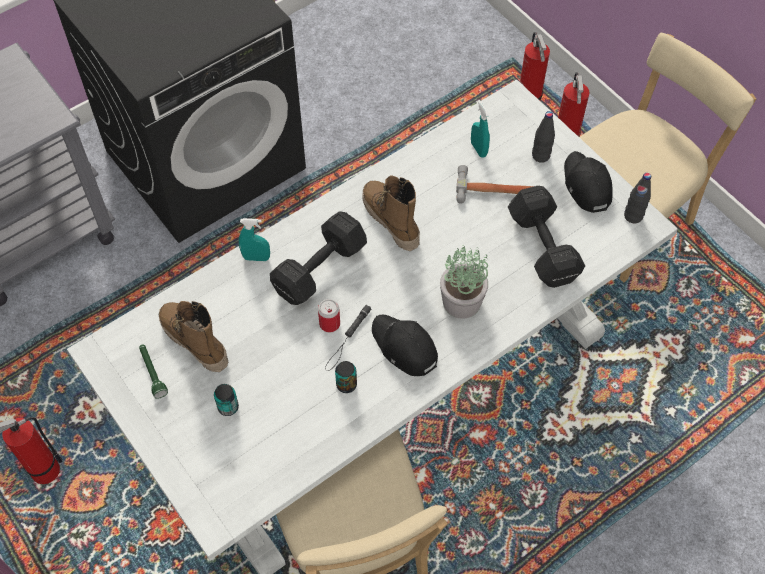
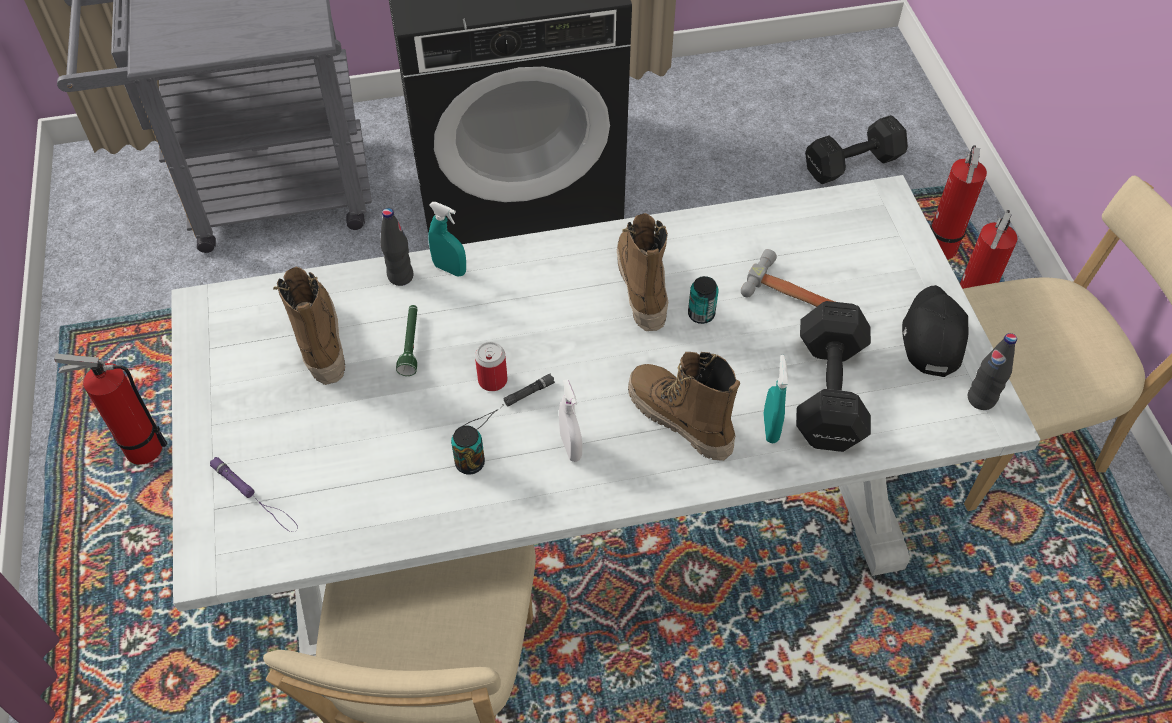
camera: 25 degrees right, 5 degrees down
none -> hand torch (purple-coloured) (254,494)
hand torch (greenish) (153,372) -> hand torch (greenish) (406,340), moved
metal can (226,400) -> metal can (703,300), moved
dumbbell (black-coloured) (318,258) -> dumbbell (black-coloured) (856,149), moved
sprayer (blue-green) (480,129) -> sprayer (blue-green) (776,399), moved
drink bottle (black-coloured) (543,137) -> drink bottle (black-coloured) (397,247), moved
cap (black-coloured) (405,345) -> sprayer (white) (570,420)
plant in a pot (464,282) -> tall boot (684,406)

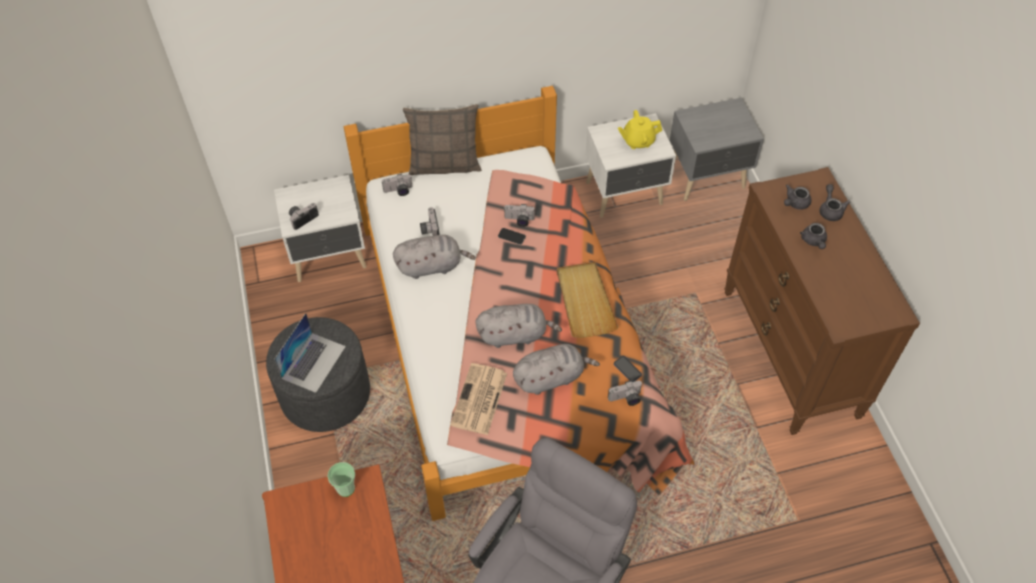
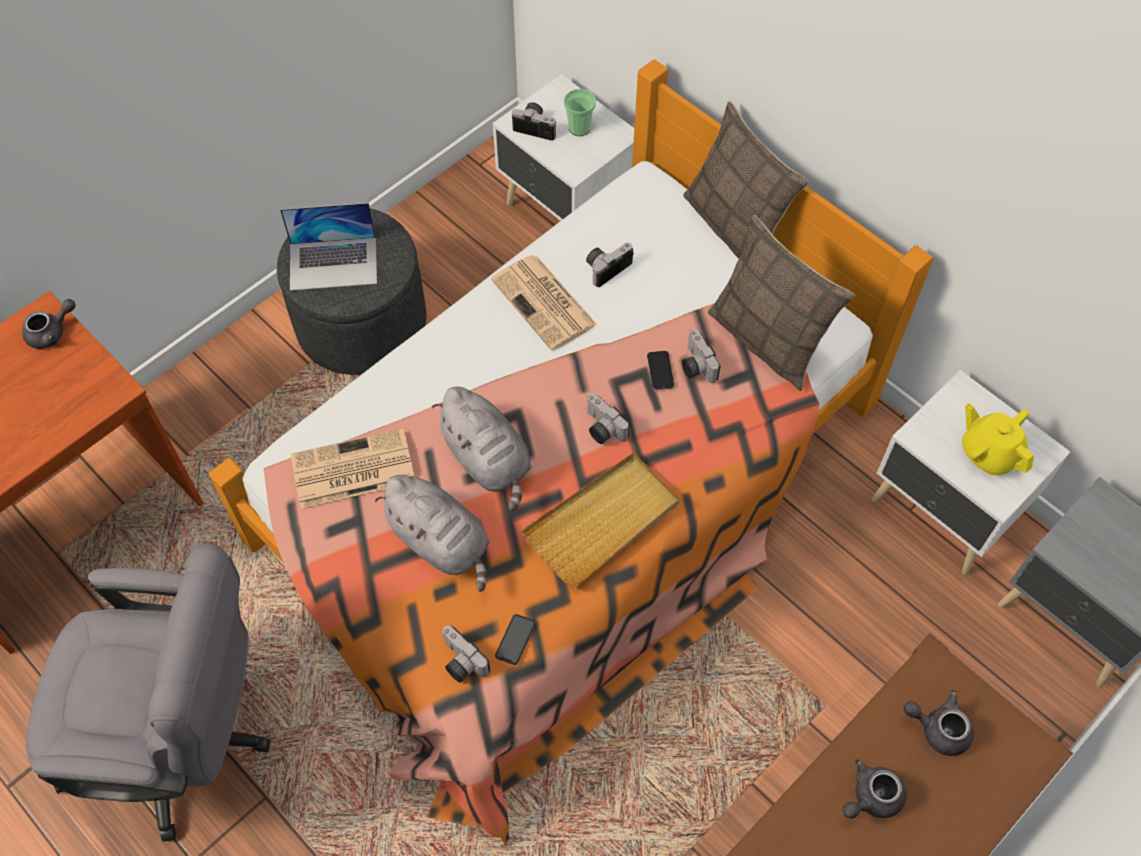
camera: 60 degrees right, 5 degrees up
none -> throw pillow (781,303)
cup (341,479) -> cup (580,112), moved
photo camera (397,185) -> photo camera (608,418), moved
teapot (gray) (835,202) -> teapot (gray) (49,324), moved
plush toy (gray) (434,257) -> printed paper (544,303)

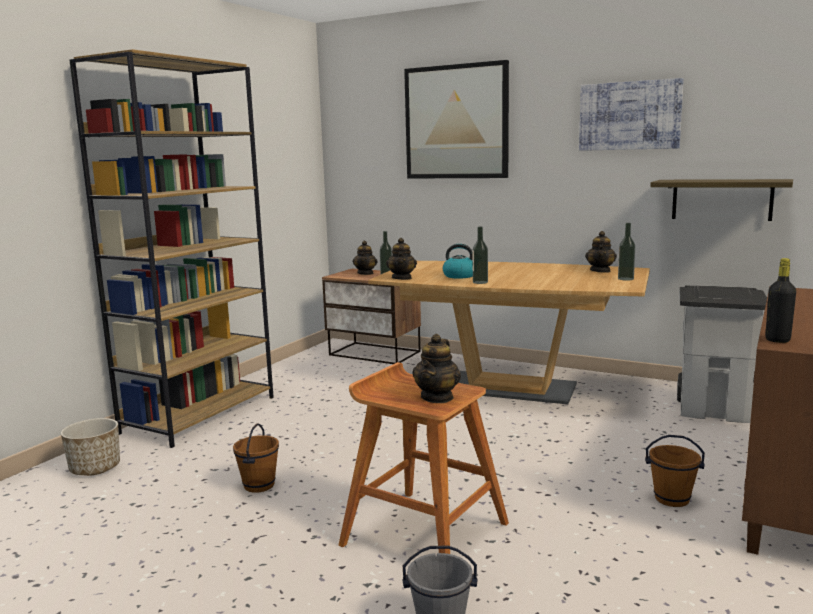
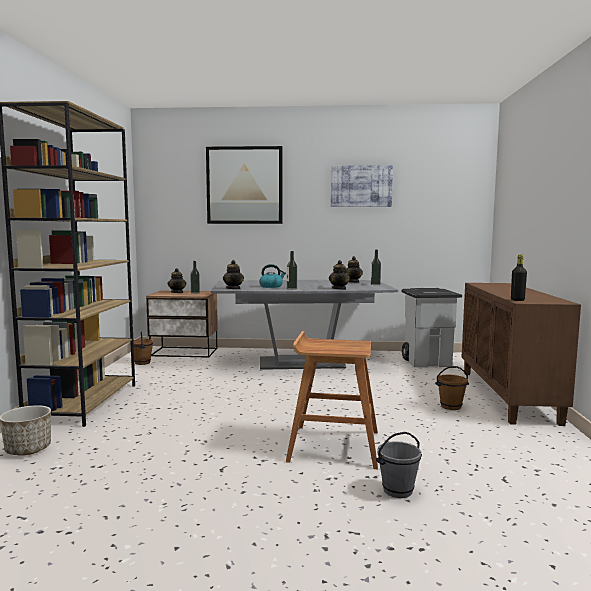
camera: 25 degrees left, 5 degrees down
wall shelf (721,200) -> none
bucket (brown) (256,458) -> bucket (brown) (141,348), moved
teapot (436,368) -> teapot (339,275), moved
dinner table (brown) (509,332) -> dinner table (gray) (304,325)

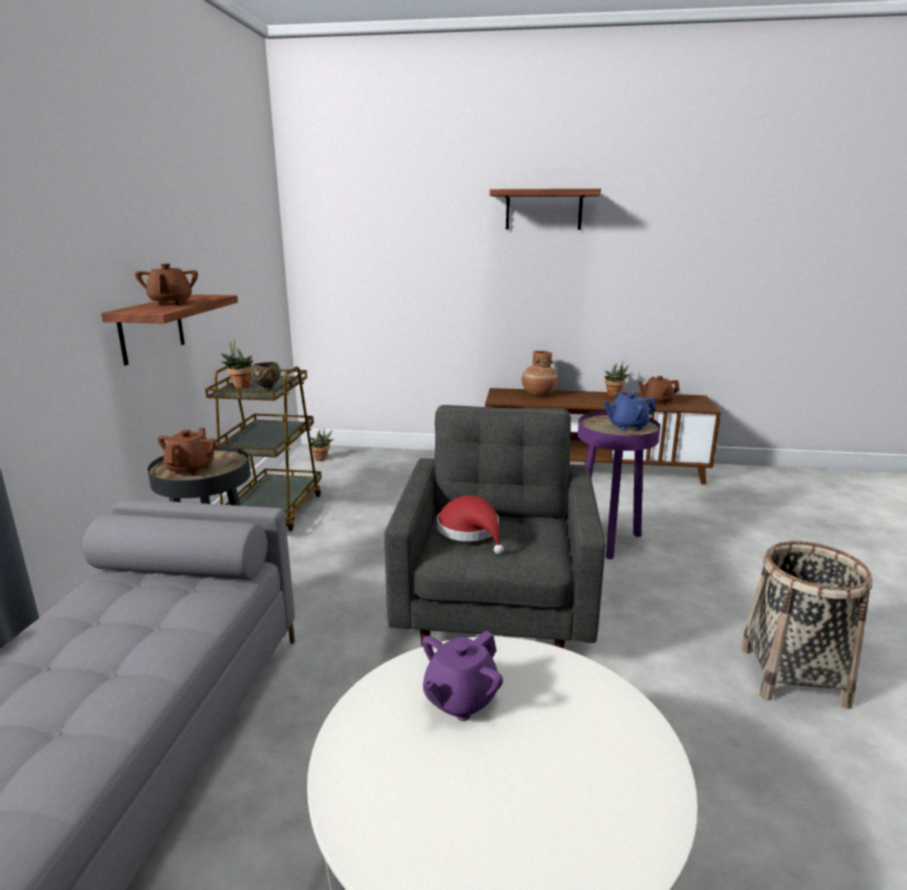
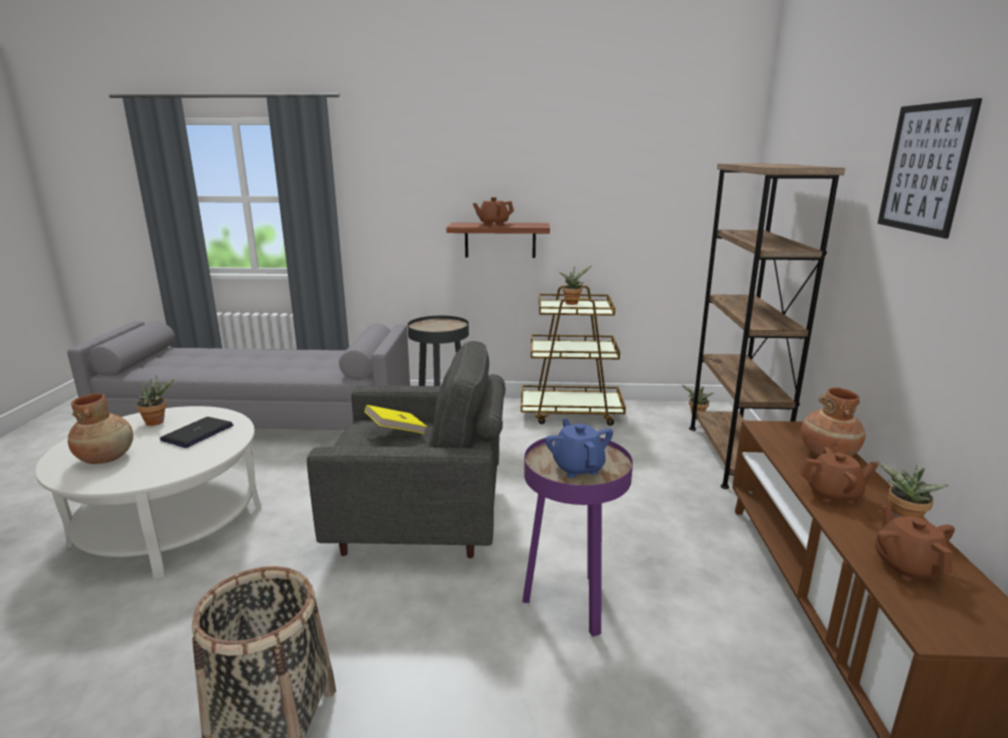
camera: 85 degrees right, 0 degrees up
deep dish (brown) (265,376) -> none
none -> decorative vase (brown) (100,428)
none -> plant in a pot (155,400)
none -> bookshelf (brown) (767,326)
teapot (brown) (187,452) -> teapot (brown) (839,475), moved
teapot (purple-coloured) (462,675) -> portable computer (197,432)
clothing hat (reddish) (470,524) -> volume (yellow-coloured) (396,419)
wall shelf (545,209) -> wall picture (929,168)

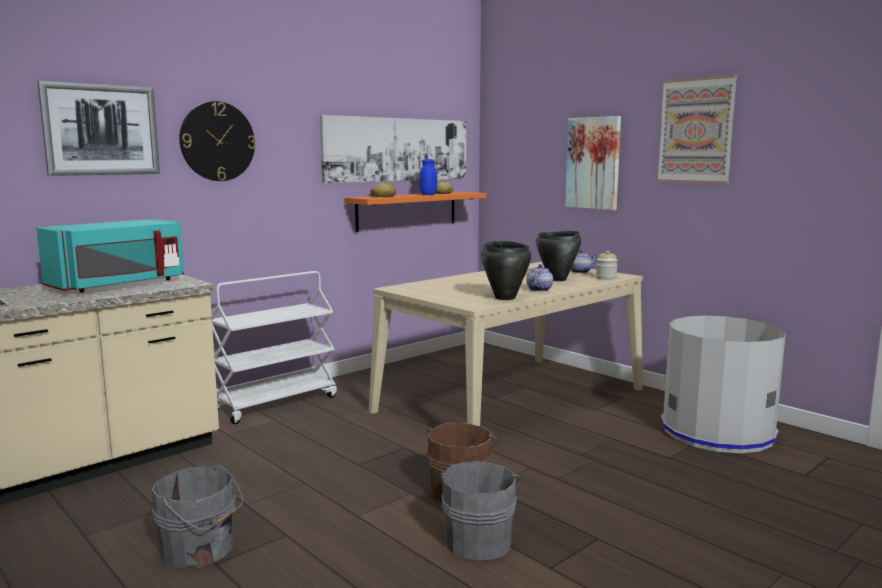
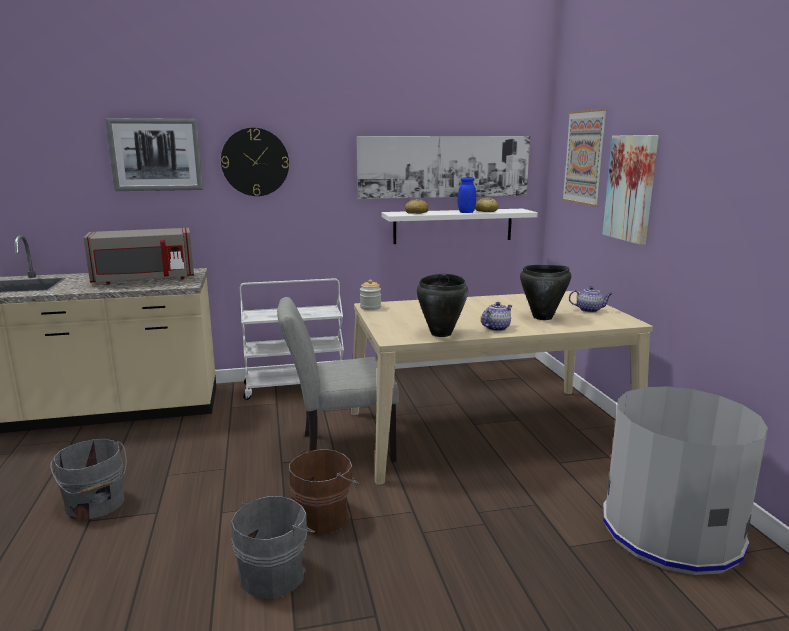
camera: 30 degrees right, 5 degrees up
none -> upright chair (gray) (338,379)
jar (607,265) -> jar (370,295), moved
wall picture (697,129) -> wall picture (584,157), moved
kitchen microwave (blue-green) (110,256) -> kitchen microwave (gray) (139,256)
wall shelf (orangey) (415,212) -> wall shelf (white) (459,226)

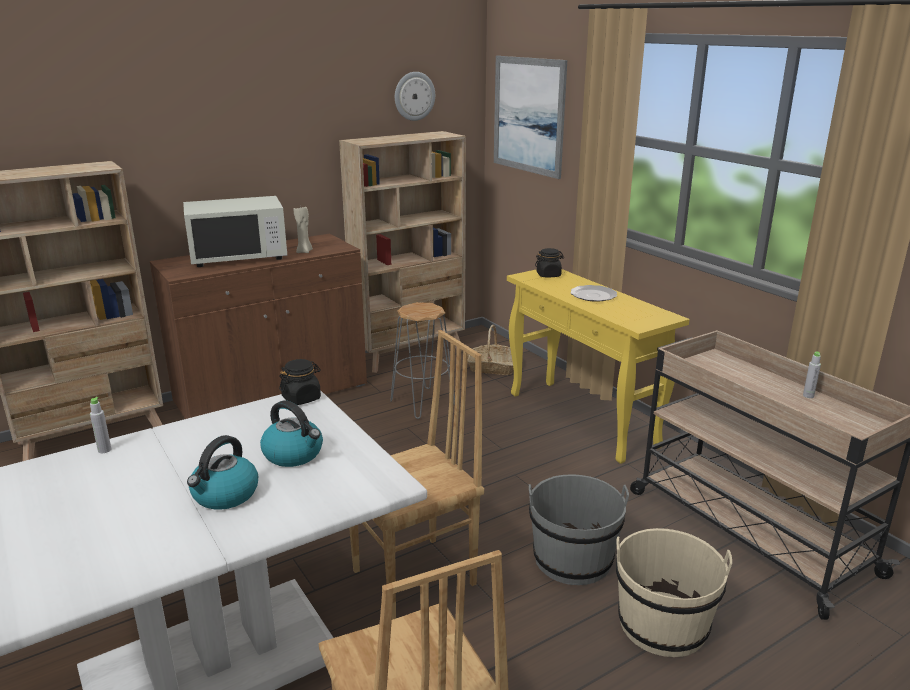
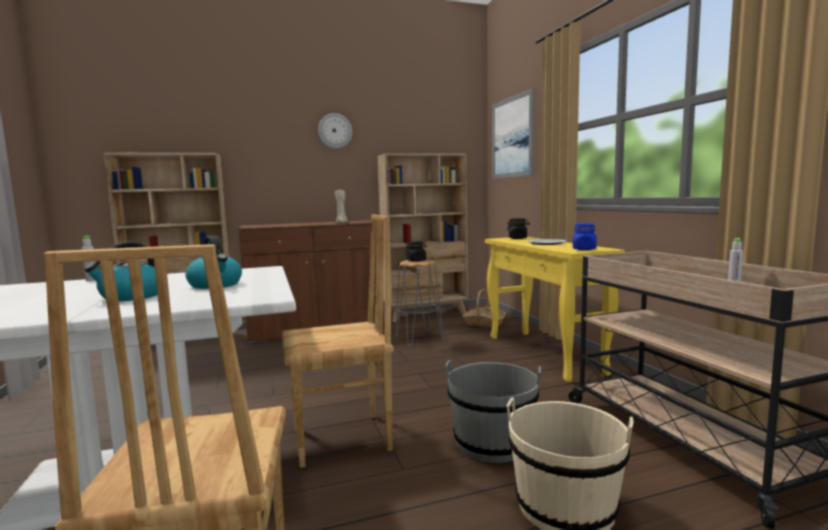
camera: 15 degrees right, 15 degrees down
kitchen microwave (white) (235,231) -> none
none -> jar (blue) (585,236)
jar (black-coloured) (300,382) -> jar (black-coloured) (416,251), moved
clock on the wall (415,96) -> clock on the wall (335,131), moved

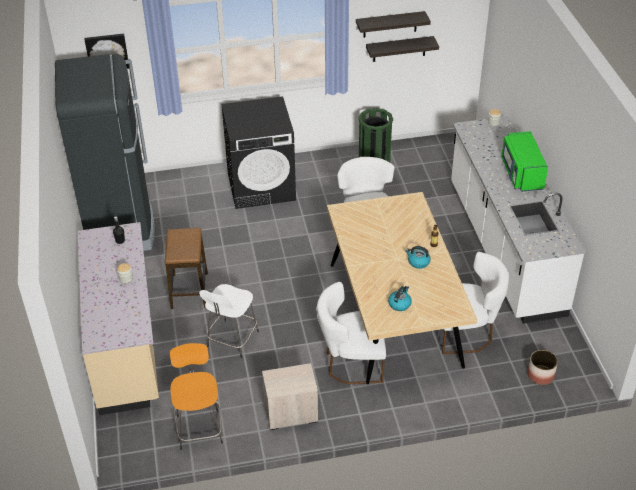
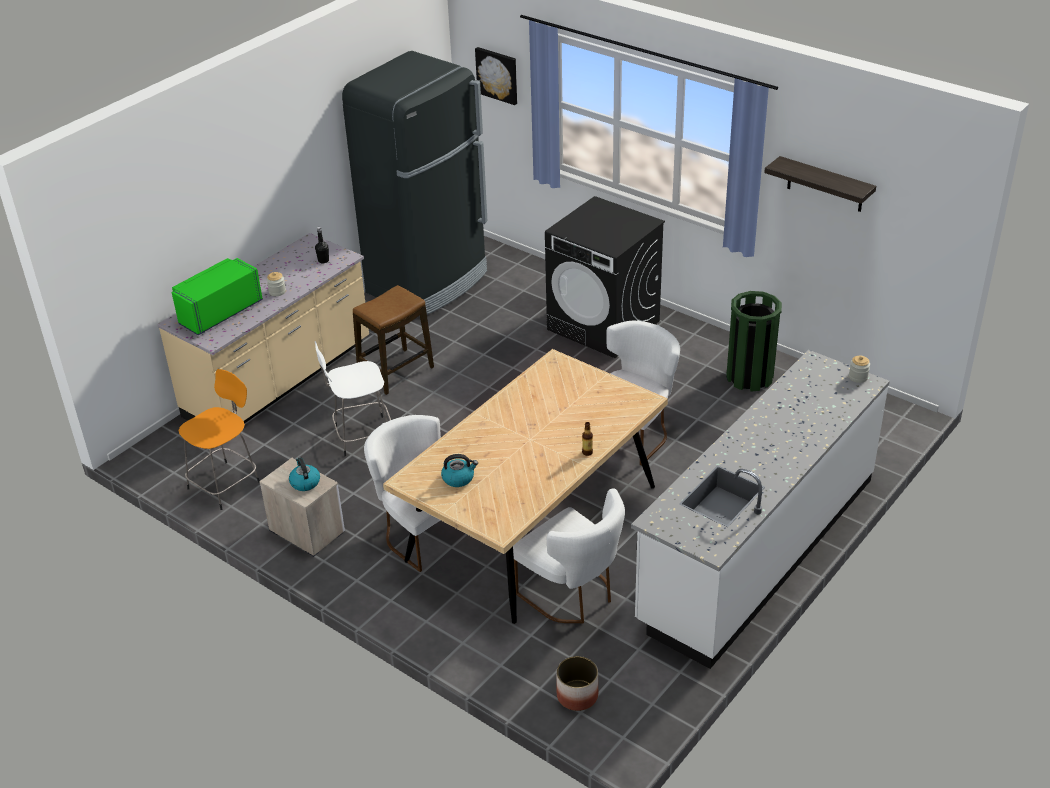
camera: 50 degrees right, 5 degrees down
wall shelf (402,49) -> none
water kettle (418,257) -> water kettle (304,474), moved
kitchen microwave (greenish) (524,161) -> kitchen microwave (greenish) (217,296), moved

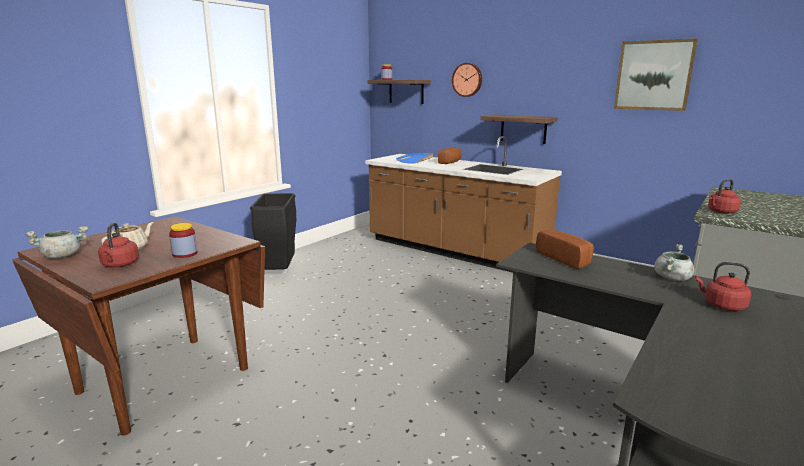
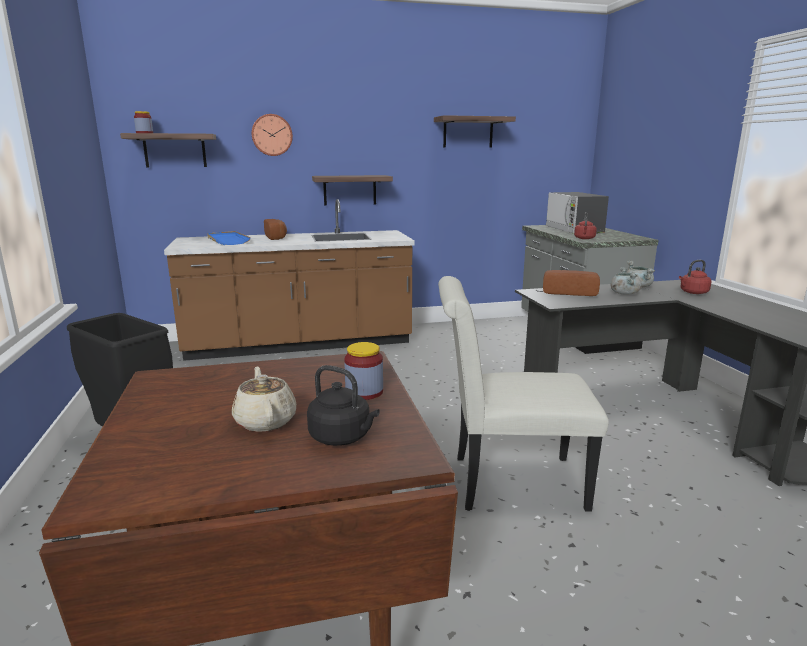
camera: 50 degrees left, 0 degrees up
none -> upright chair (white) (523,394)
none -> kitchen microwave (577,212)
cooking pot (gray) (56,242) -> cooking pot (gray) (626,281), moved
wall picture (656,74) -> wall shelf (475,131)
water kettle (reddish) (118,245) -> water kettle (black-coloured) (343,405)

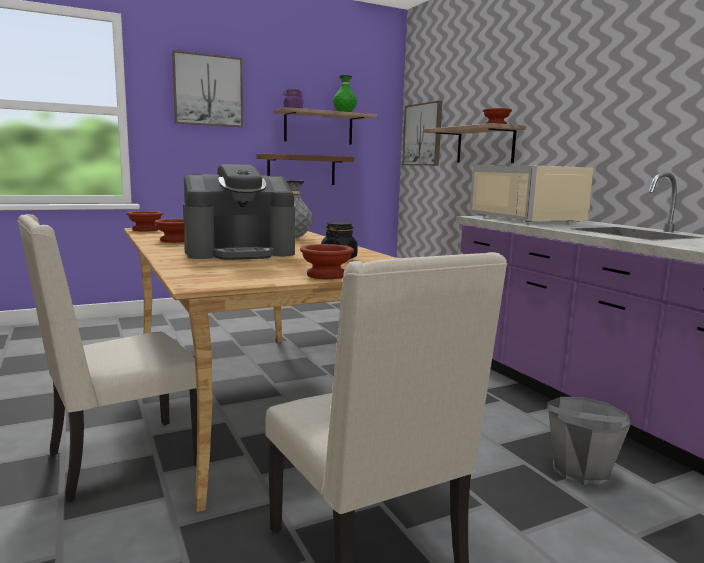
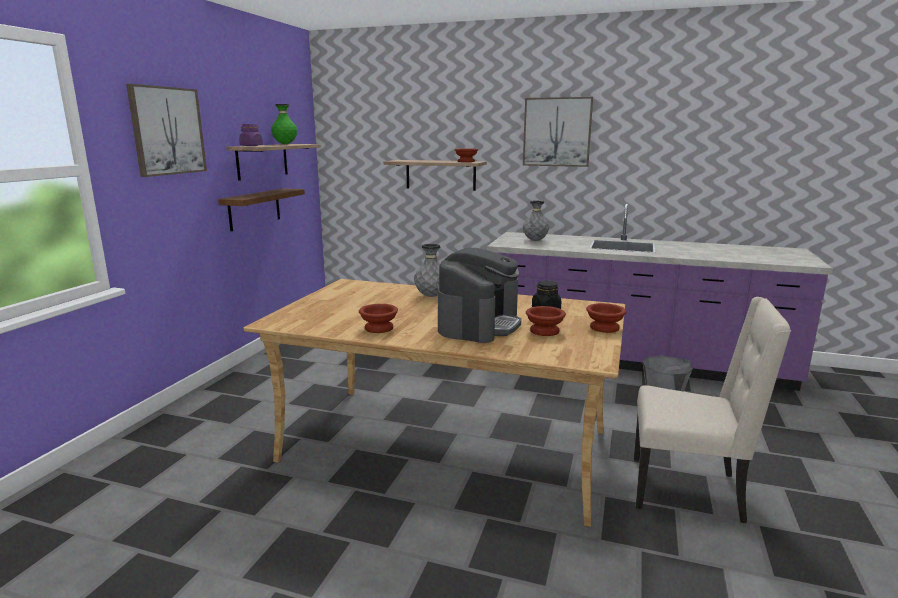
camera: 45 degrees left, 5 degrees up
upright chair (beige) (107,358) -> none
deep dish (brown) (145,221) -> deep dish (brown) (546,321), moved
wall picture (422,133) -> wall picture (558,132), moved
kitchen microwave (beige) (532,194) -> decorative vase (gray) (536,220)

